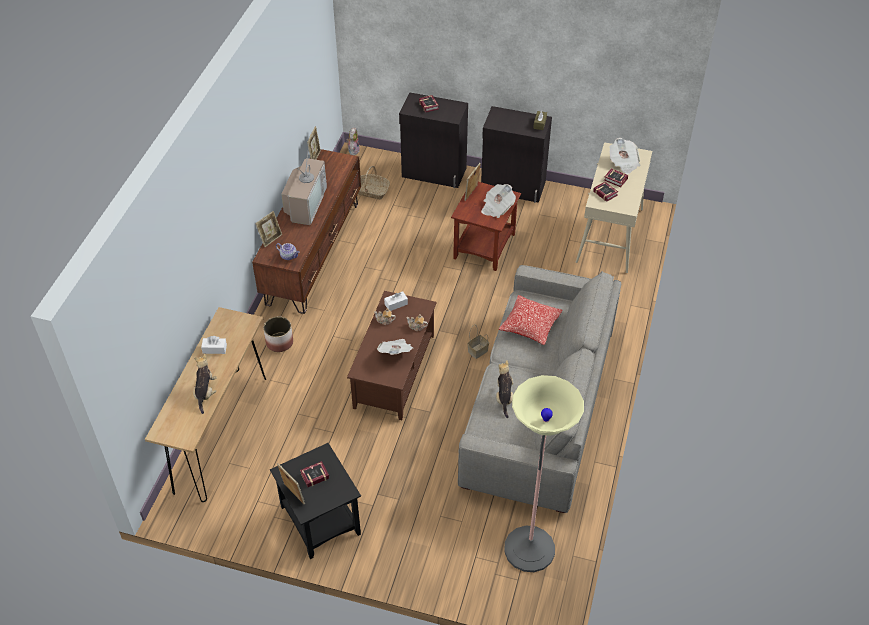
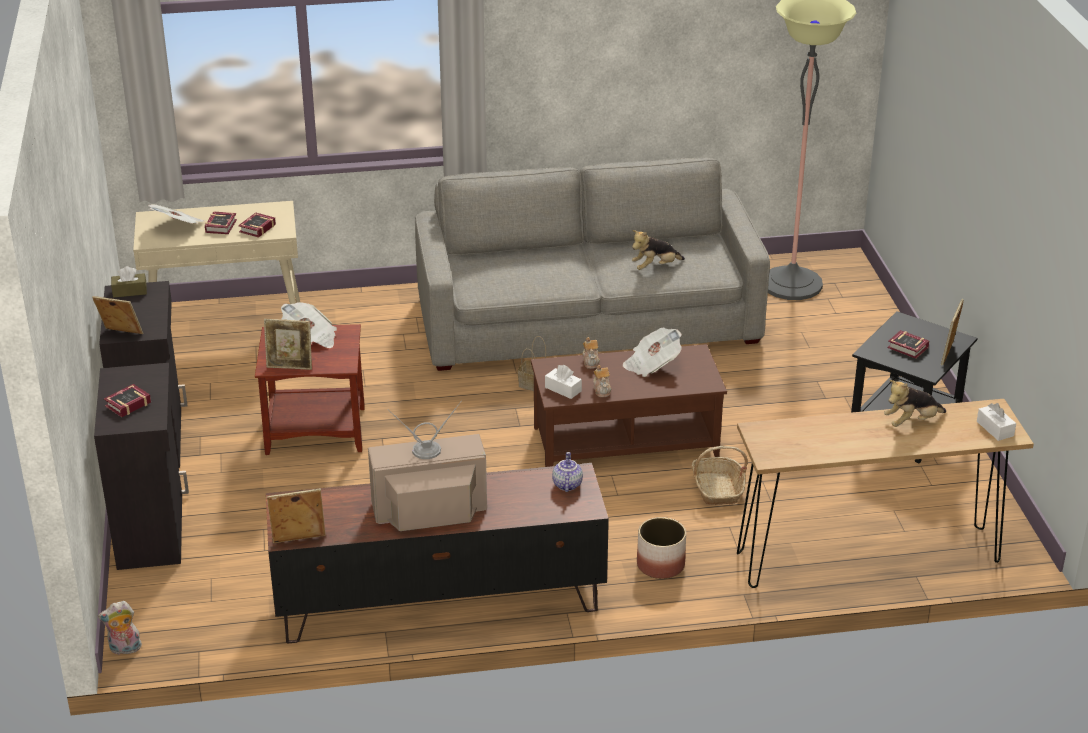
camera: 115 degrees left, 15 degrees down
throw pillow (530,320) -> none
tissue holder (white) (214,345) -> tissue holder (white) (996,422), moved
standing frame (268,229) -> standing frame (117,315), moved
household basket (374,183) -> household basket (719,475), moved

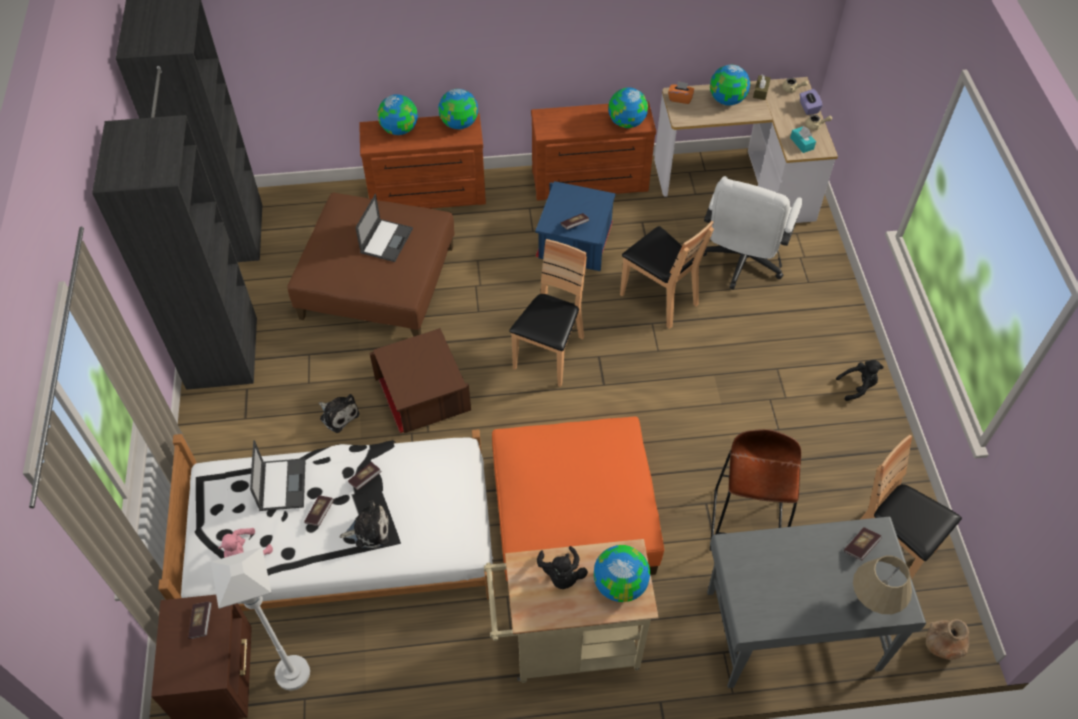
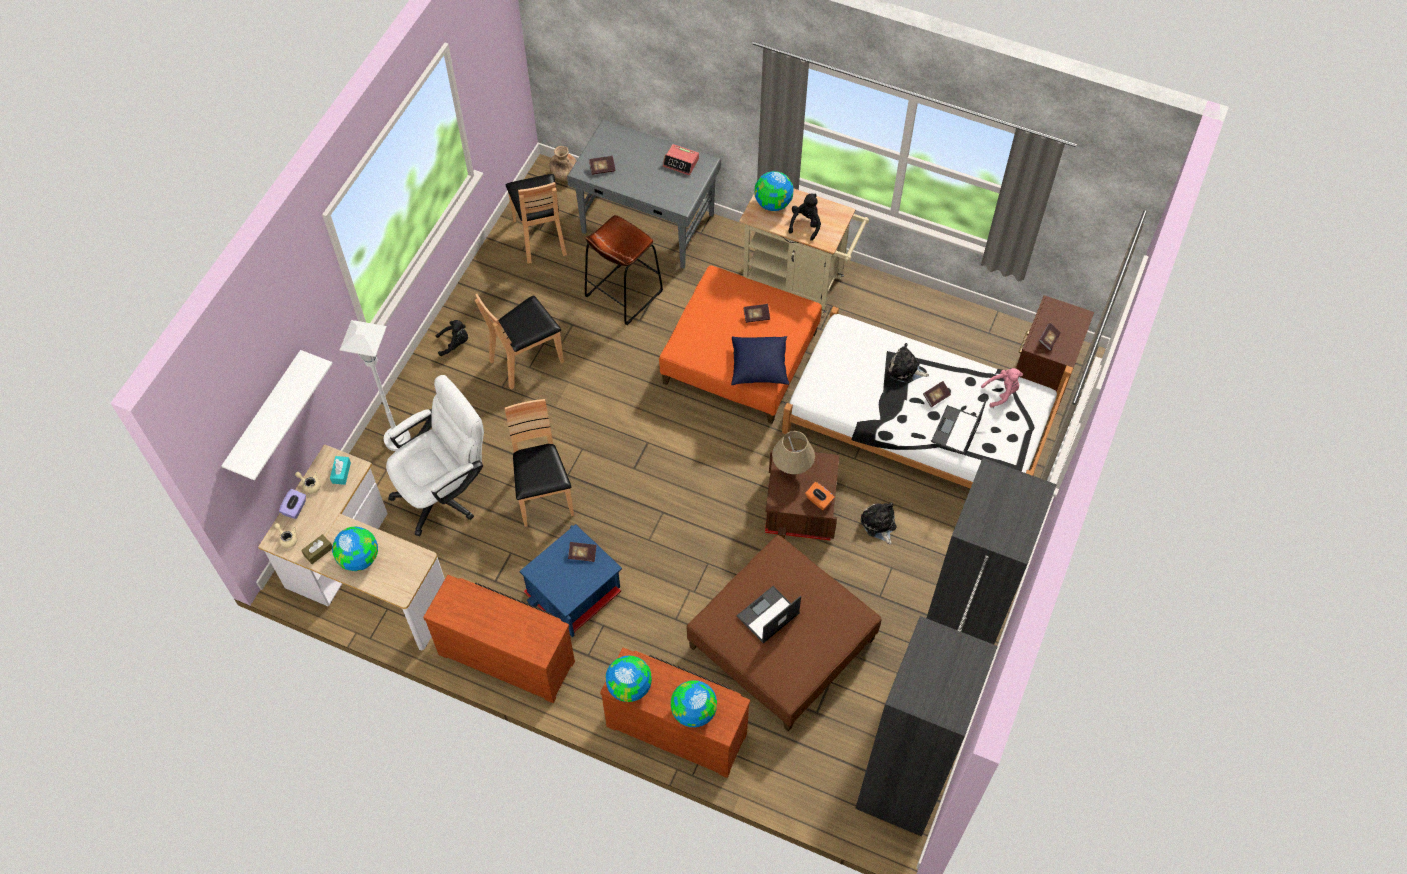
camera: 150 degrees left, 5 degrees up
desk globe (628,108) -> none
none -> wall shelf (white) (277,415)
none -> table clock (681,159)
none -> throw pillow (blue) (760,360)
standing lamp (white) (260,618) -> standing lamp (white) (375,385), moved
volume (365,476) -> volume (757,313), moved
upright chair (brown) (548,313) -> upright chair (brown) (519,342), moved
tissue holder (orangey) (681,92) -> tissue holder (orangey) (820,496), moved
table lamp (beige) (882,584) -> table lamp (beige) (793,452), moved
plush toy (black-coloured) (860,380) -> plush toy (black-coloured) (452,338), 150 degrees clockwise

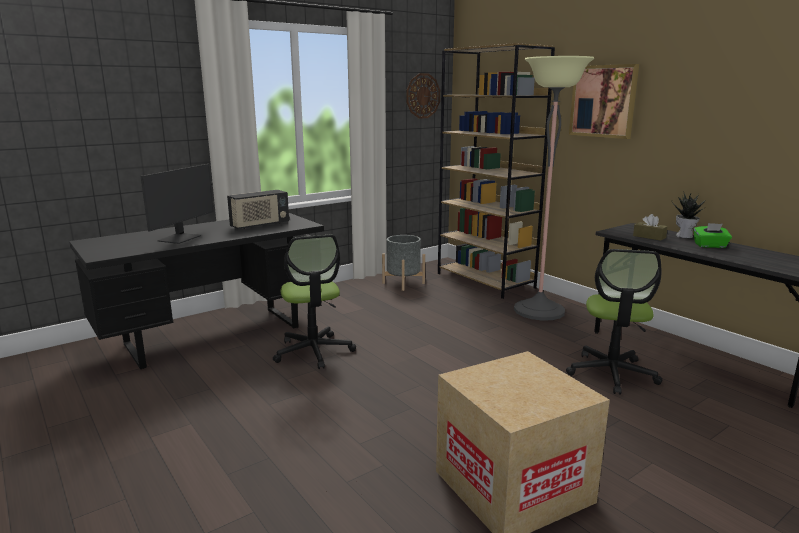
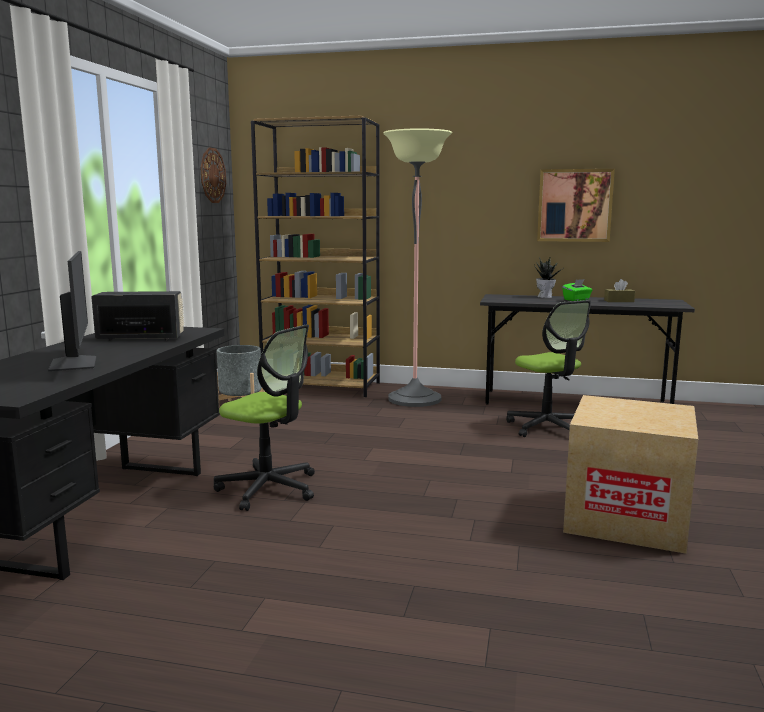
camera: 40 degrees left, 5 degrees down
wall picture (604,101) -> wall picture (576,205), moved
tissue holder (brown) (650,227) -> tissue holder (brown) (619,290), moved
radio set (258,209) -> radio set (137,316), 105 degrees counterclockwise

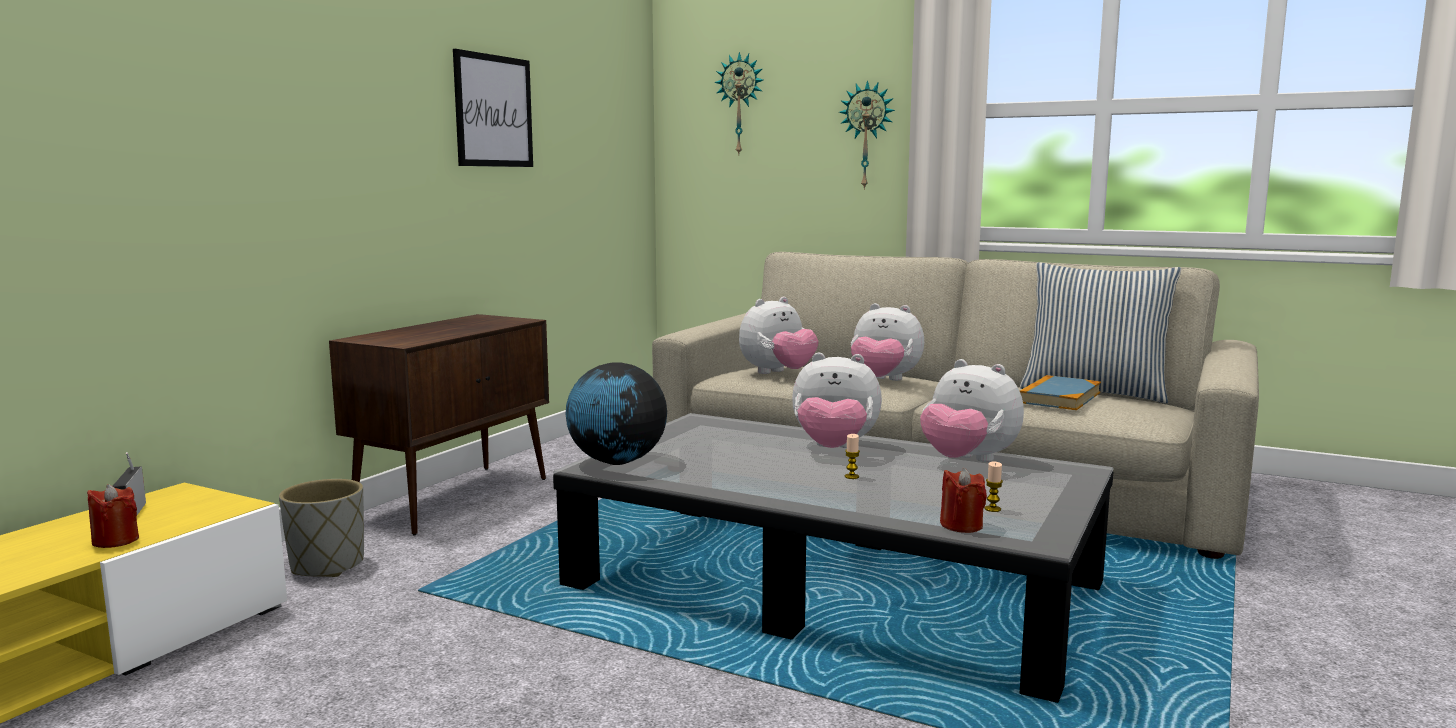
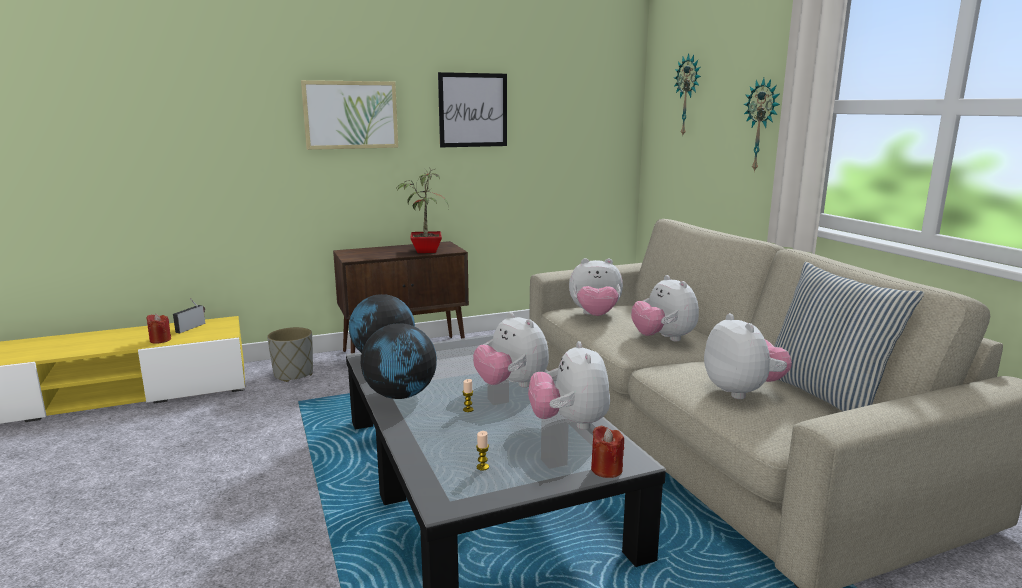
camera: 40 degrees right, 5 degrees up
none -> wall picture (349,115)
none -> desk globe (399,361)
none -> plant in a pot (422,211)
wax light (reddish) (963,500) -> wax light (reddish) (607,451), moved
volume (1060,392) -> plush toy (748,356)

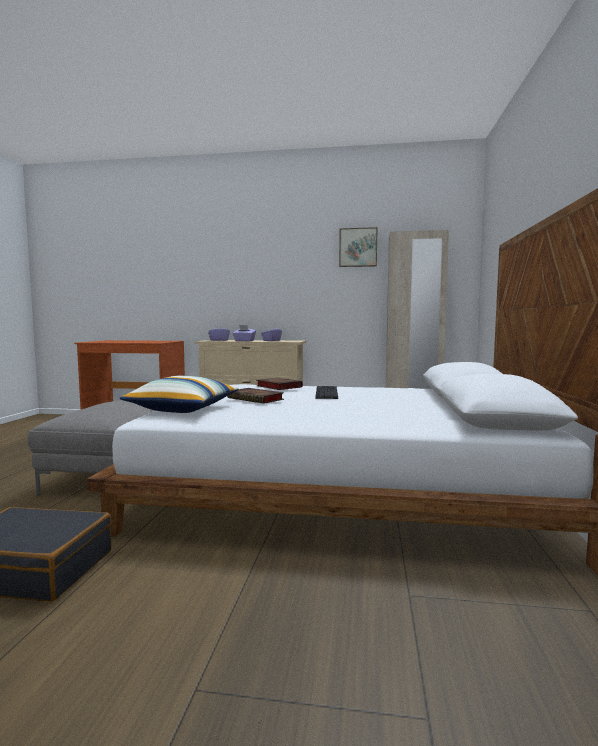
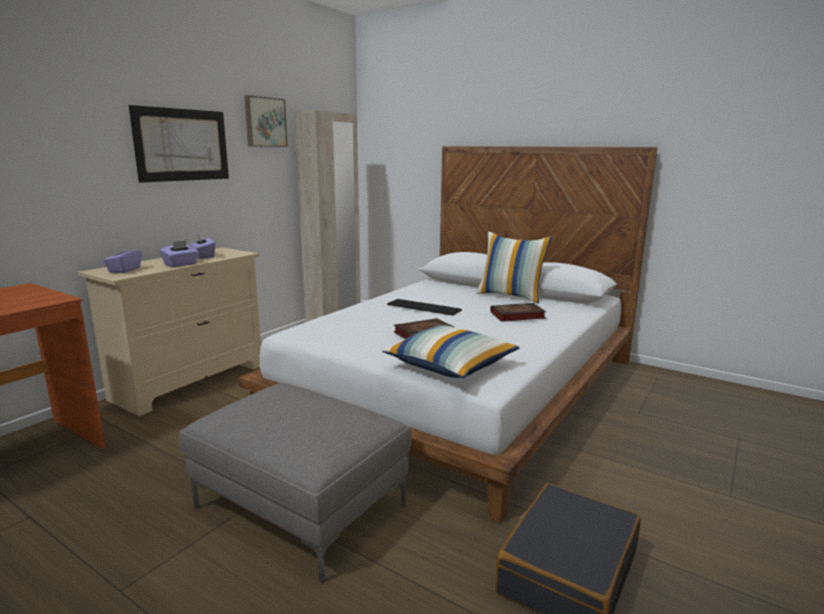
camera: 65 degrees left, 10 degrees up
none -> wall picture (179,144)
none -> throw pillow (514,267)
volume (279,384) -> volume (518,312), moved

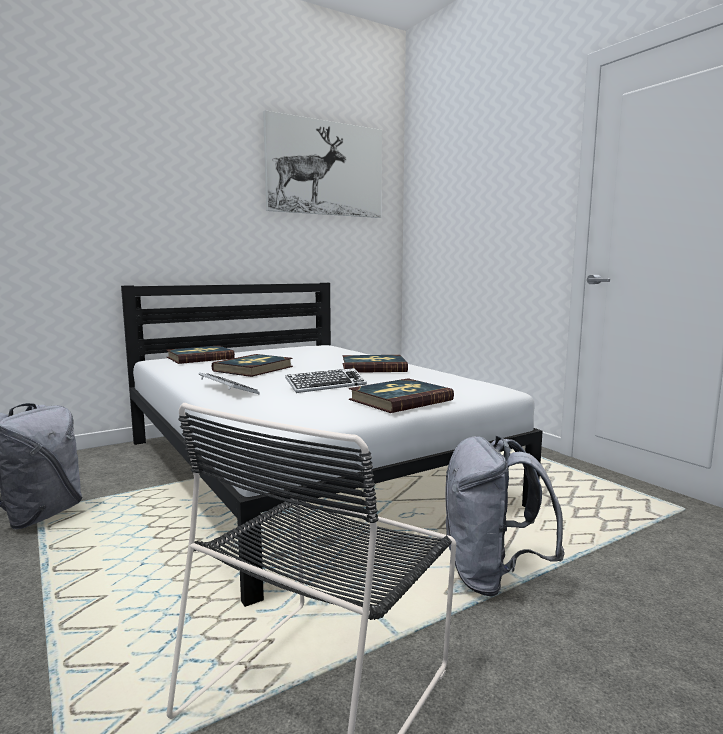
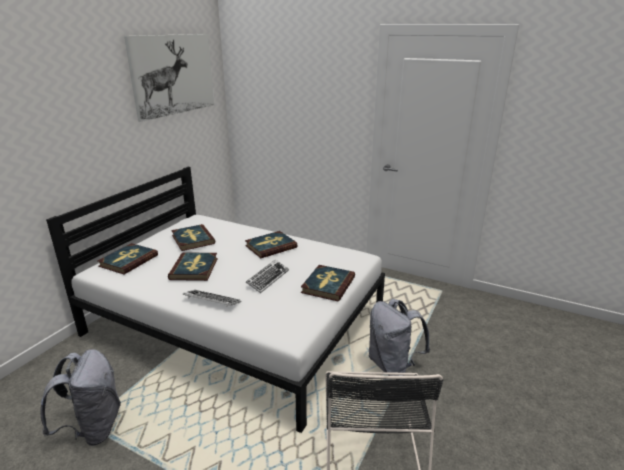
camera: 30 degrees left, 15 degrees up
none -> volume (193,237)

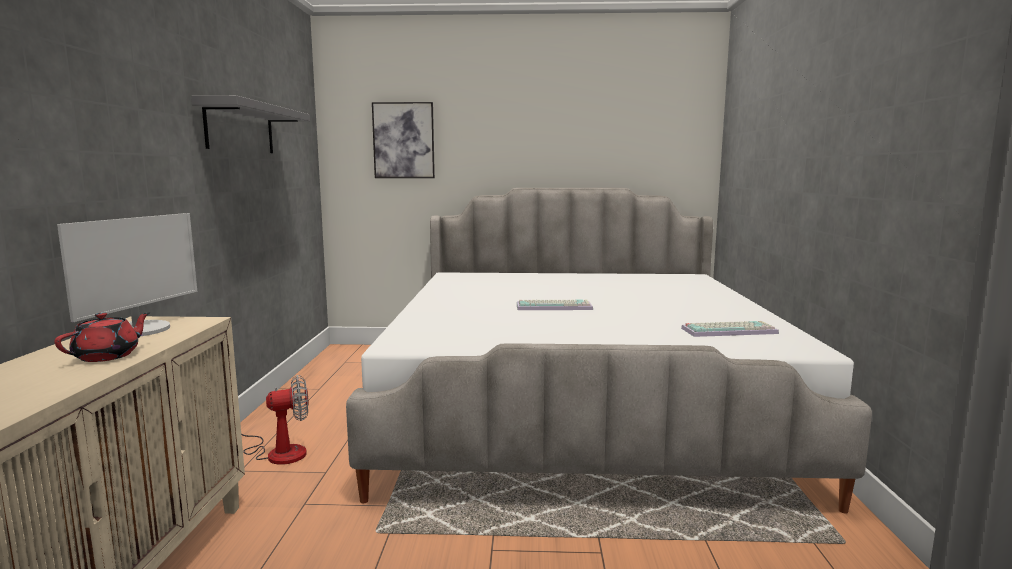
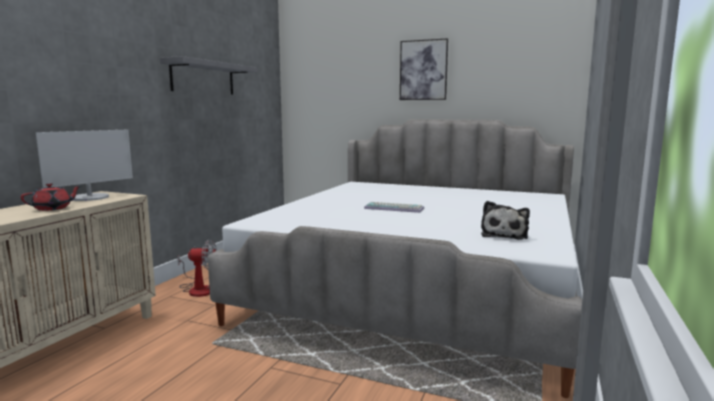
camera: 20 degrees right, 0 degrees up
wall picture (403,140) -> wall picture (424,69), moved
keyboard (730,329) -> plush toy (505,220)

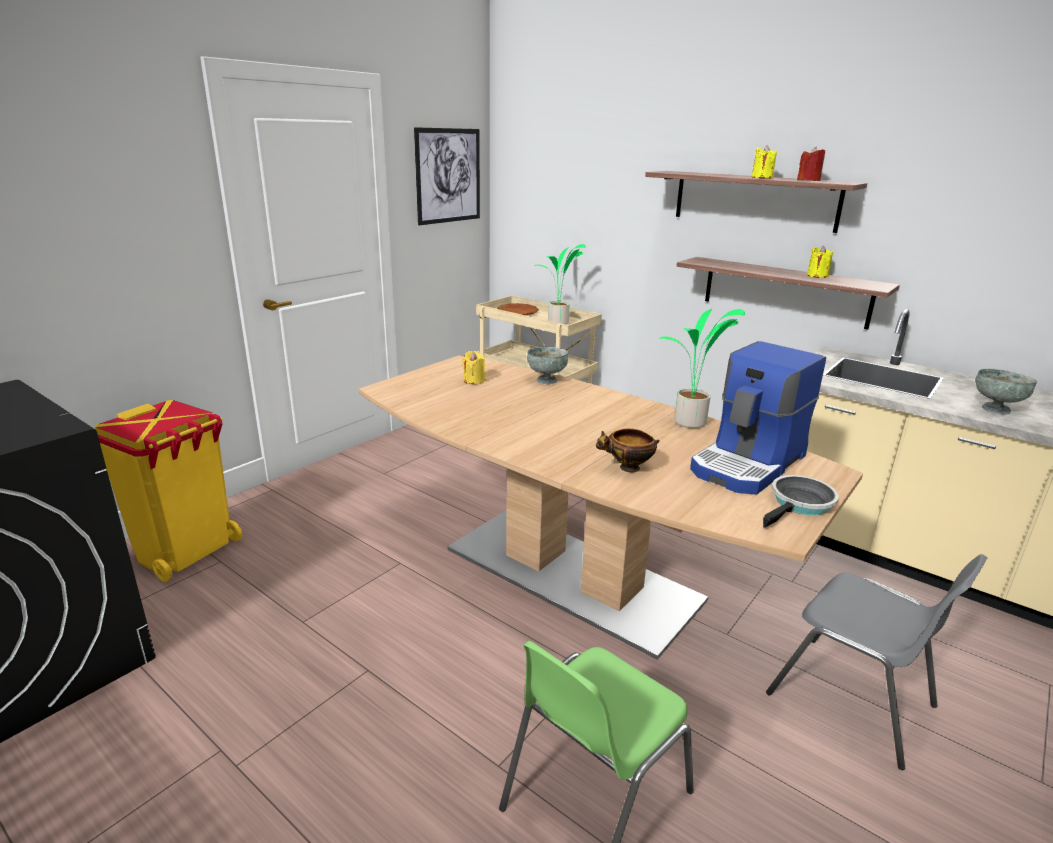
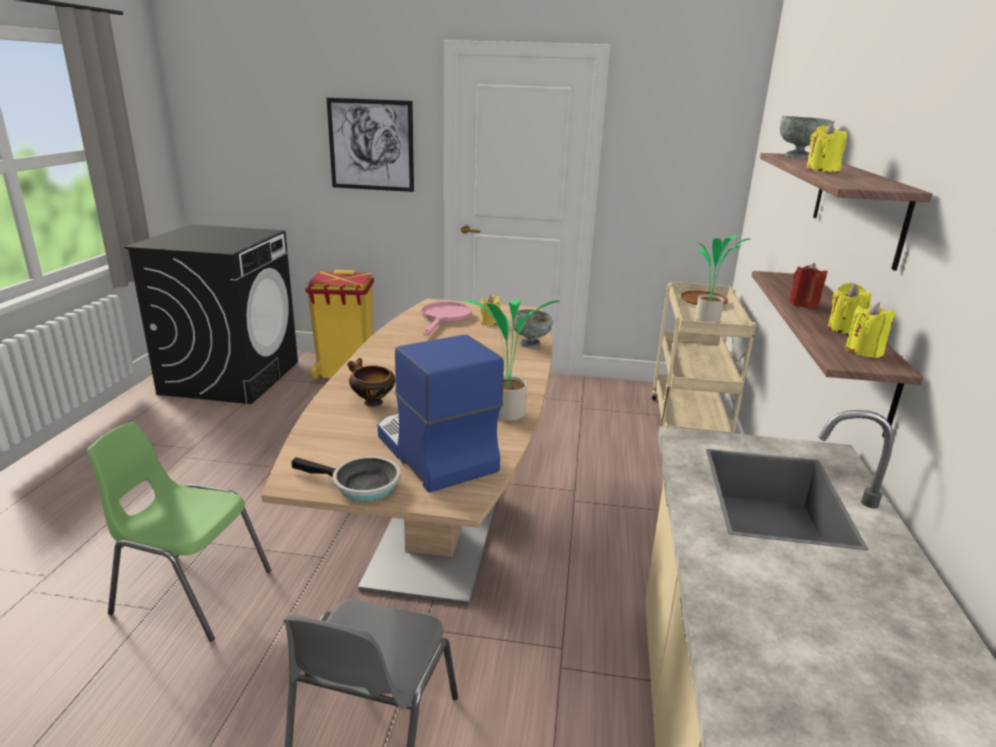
camera: 60 degrees right, 0 degrees up
none -> skillet (pink) (447,319)
none -> wax light (yellow-coloured) (870,330)
wall picture (447,176) -> wall picture (370,145), moved
wax light (reddish) (811,164) -> wax light (reddish) (808,285), moved
deep dish (gray) (1006,391) -> deep dish (gray) (807,137), moved
coffee brewer (758,417) -> coffee brewer (441,414), 45 degrees clockwise

